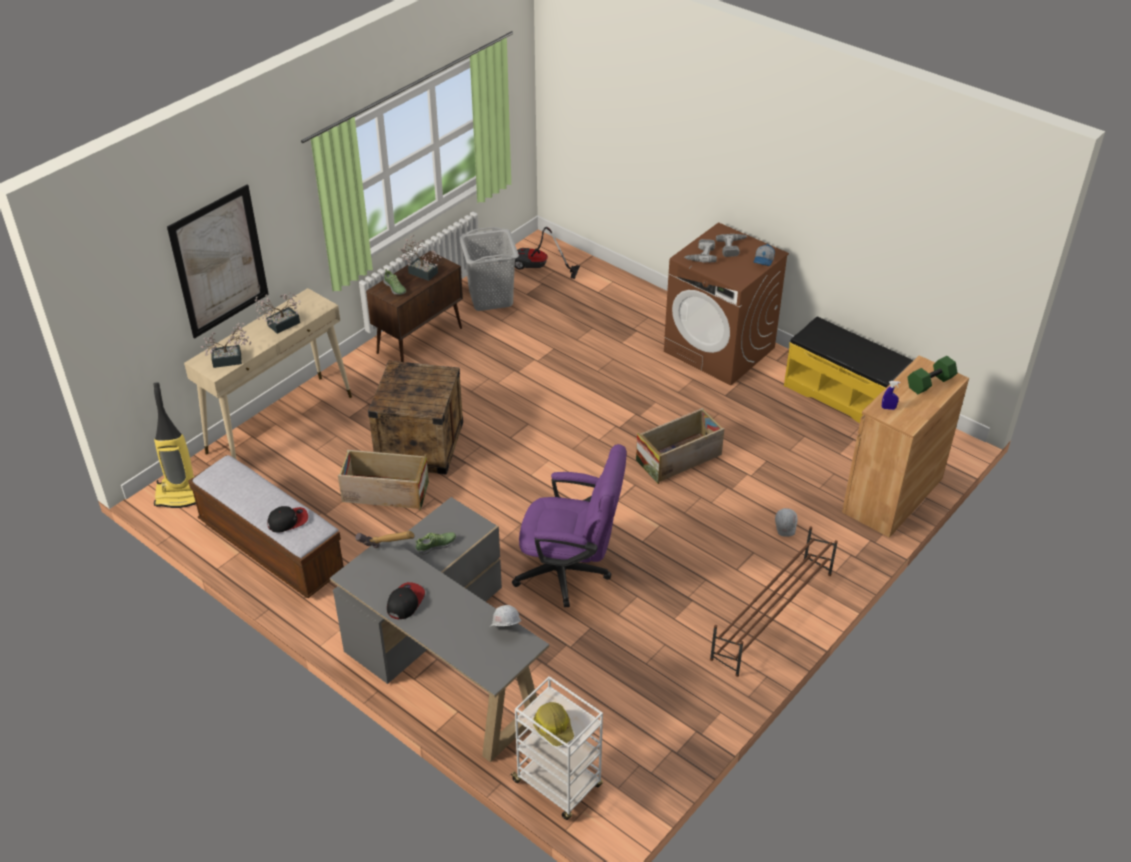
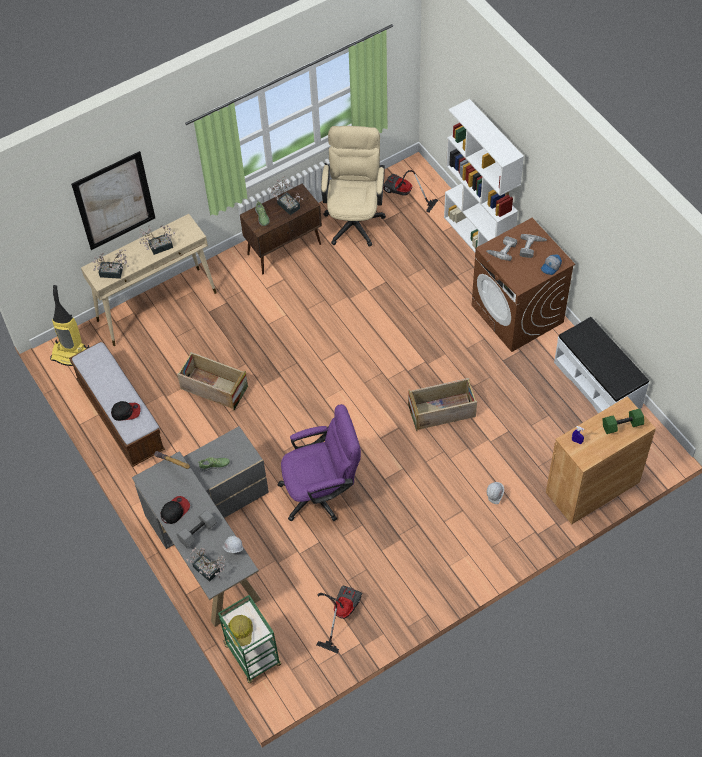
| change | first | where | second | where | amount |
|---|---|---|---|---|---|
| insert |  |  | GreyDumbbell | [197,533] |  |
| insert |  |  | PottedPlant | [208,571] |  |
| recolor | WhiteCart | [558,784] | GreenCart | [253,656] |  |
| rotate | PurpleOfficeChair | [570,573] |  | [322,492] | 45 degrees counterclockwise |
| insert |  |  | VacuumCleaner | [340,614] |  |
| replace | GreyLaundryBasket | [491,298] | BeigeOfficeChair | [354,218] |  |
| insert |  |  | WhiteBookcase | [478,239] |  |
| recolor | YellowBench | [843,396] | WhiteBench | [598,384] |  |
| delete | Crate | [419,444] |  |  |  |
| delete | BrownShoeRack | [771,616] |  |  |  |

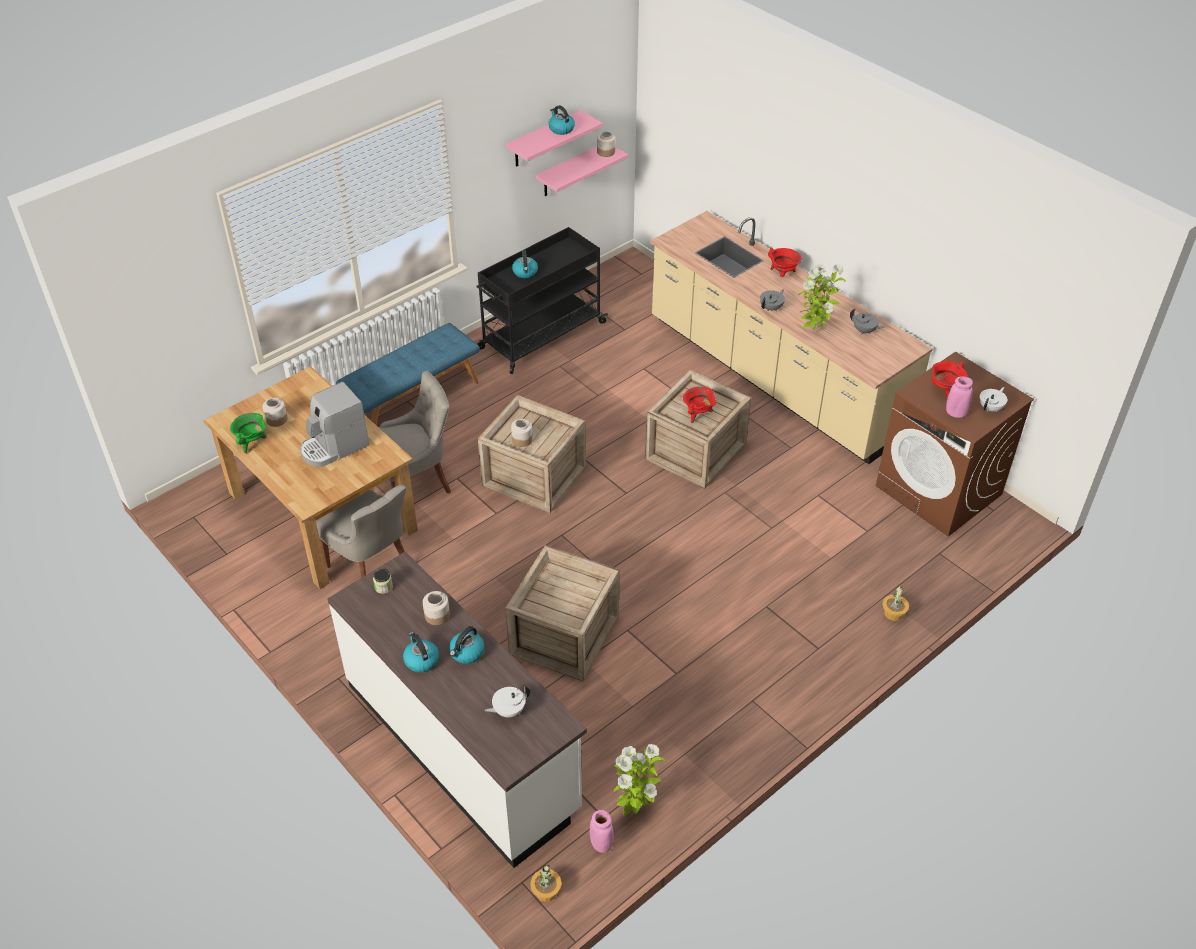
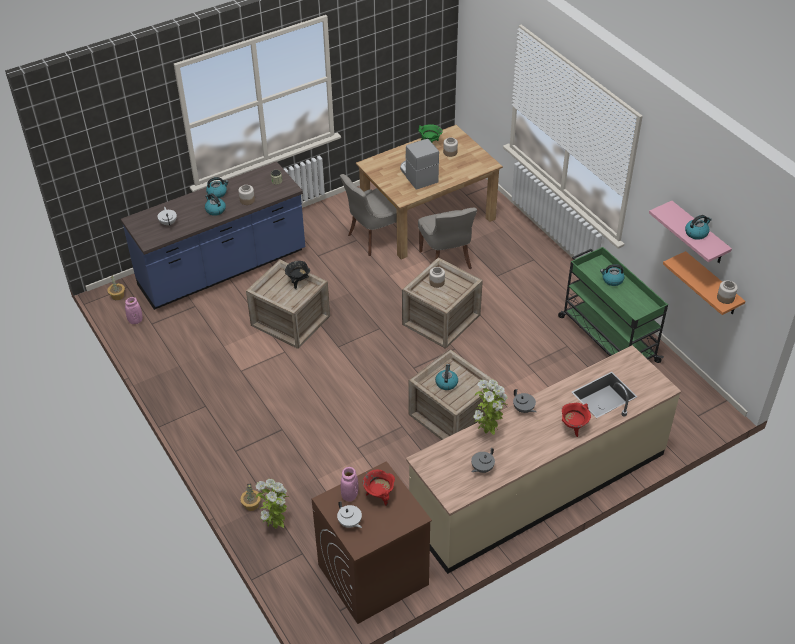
| change | first | where | second | where | amount |
|---|---|---|---|---|---|
| recolor | WhiteCounter | [462,746] | BlueCounter | [223,270] |  |
| move | PottedPlant | [634,808] |  | [275,526] |  |
| insert |  |  | BlackCookingPot | [298,282] |  |
| replace | RedCookingPot | [698,414] | Kettle | [446,383] |  |
| recolor | BlackCart | [541,336] | GreenCart | [607,338] |  |
| recolor | PinkShelf | [571,170] | OrangeShelf | [712,285] |  |
| delete | BlueBench | [413,399] |  |  |  |

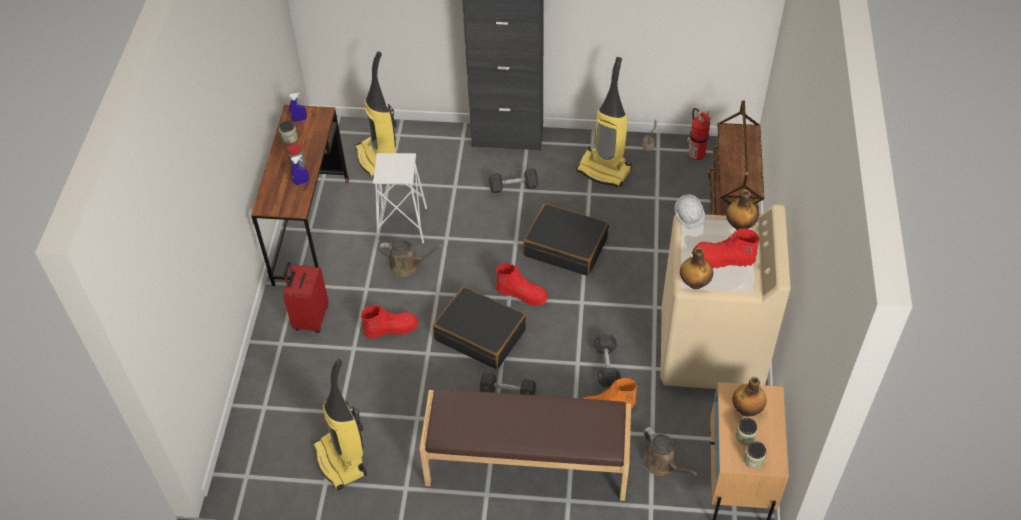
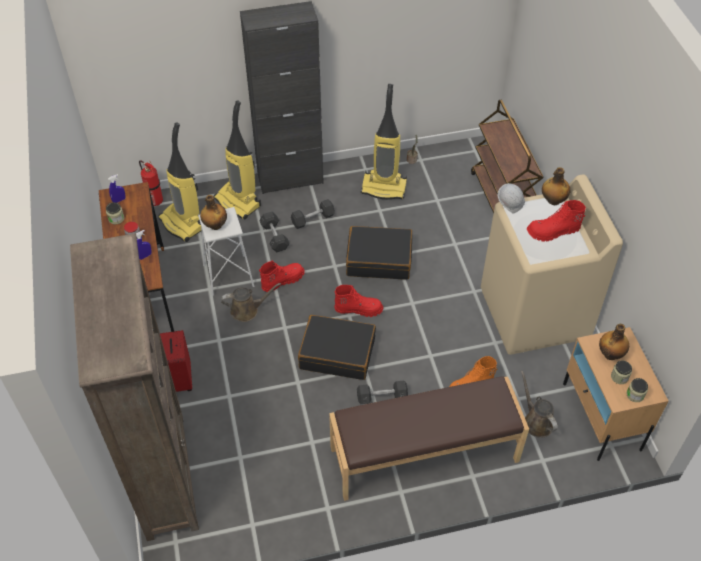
| change | first | where | second | where | amount |
|---|---|---|---|---|---|
| insert |  |  | BrownBookcase | [165,474] |  |
| move | FireExtinguisher | [695,154] |  | [154,201] |  |
| move | Bottle | [694,283] |  | [215,225] |  |
| move | VacuumCleaner | [342,460] |  | [239,202] |  |
| move | GreyDumbbell | [606,366] |  | [274,237] |  |
| move | RedBoot | [391,328] |  | [282,280] |  |
| rotate | BrownWateringCan | [662,463] |  | [536,421] | 150 degrees counterclockwise |

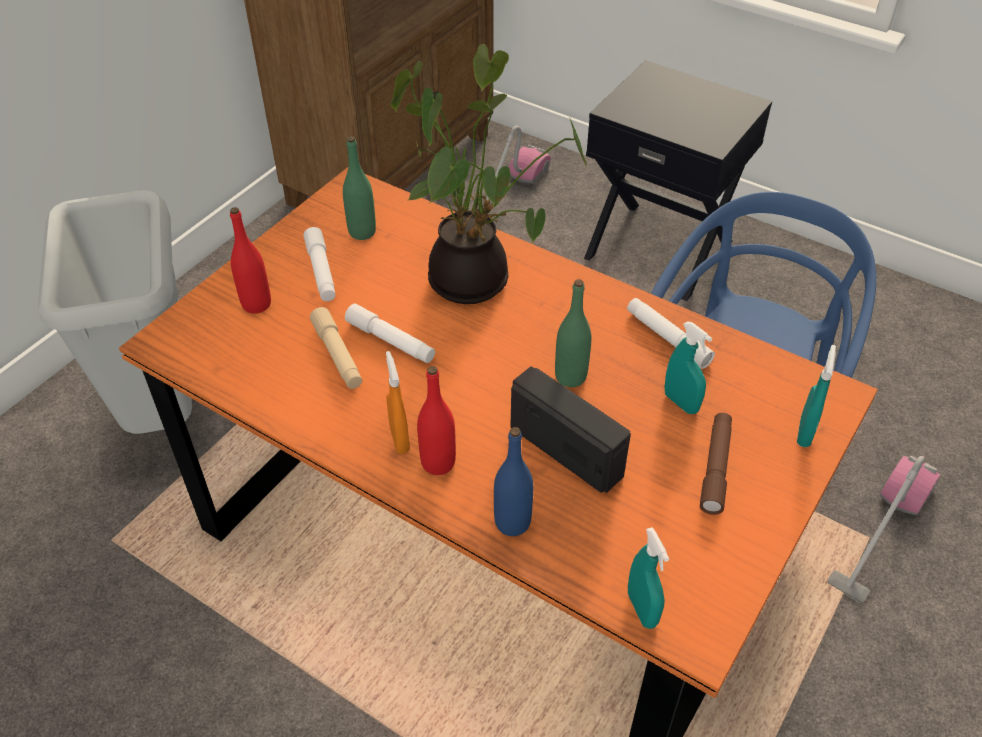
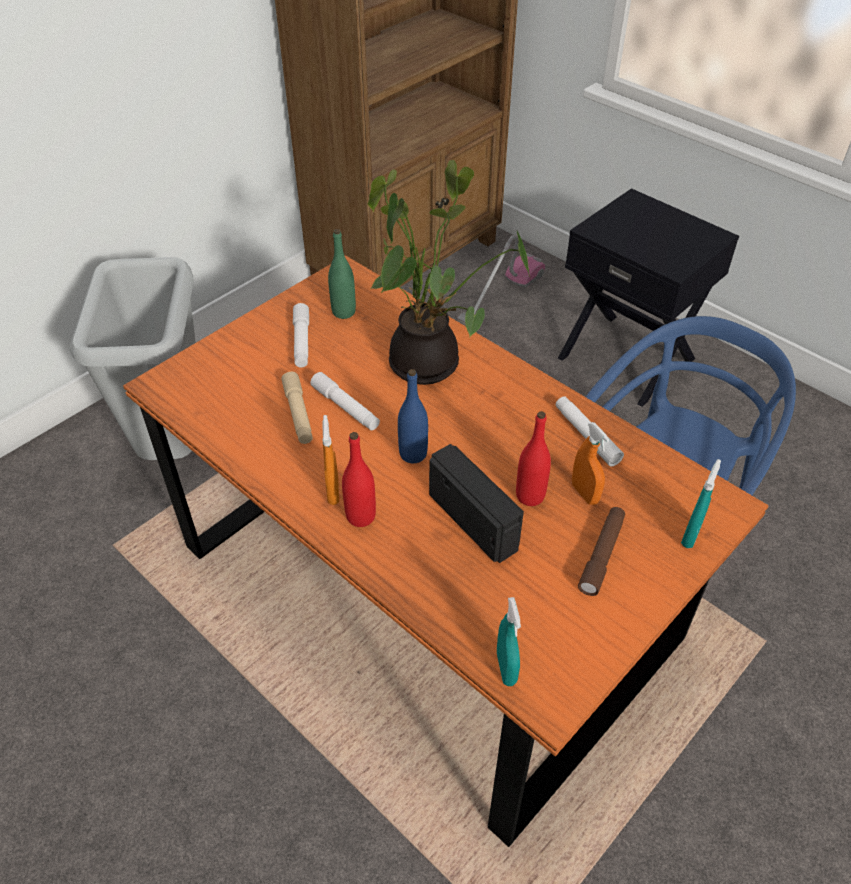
| change | first | where | second | where | amount |
|---|---|---|---|---|---|
| move | BlueBottle | [512,522] |  | [413,454] |  |
| move | RedBottle | [256,304] |  | [530,496] |  |
| recolor | TurquoiseSprayBottle | [681,403] | OrangeSprayBottle | [584,493] |  |
| delete | GreenBottle | [570,377] |  |  |  |
| delete | VacuumCleaner | [881,532] |  |  |  |

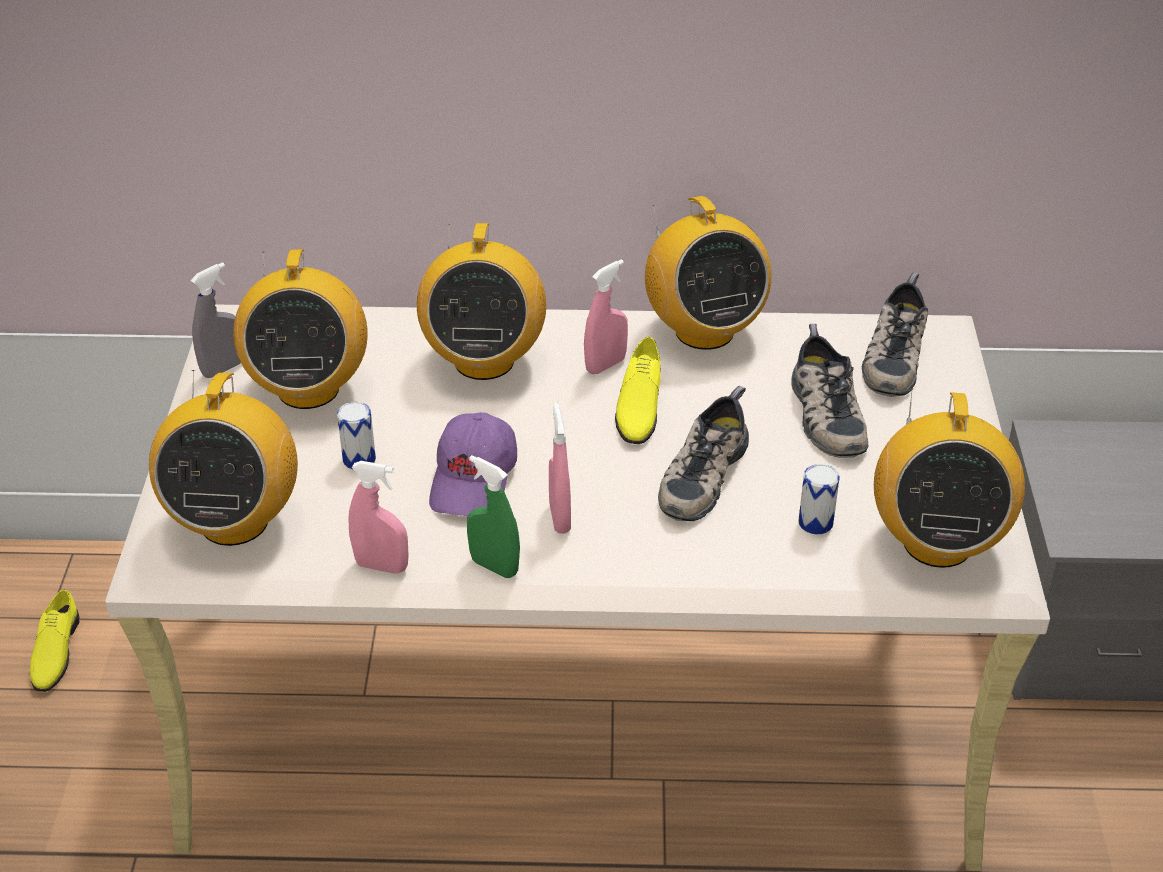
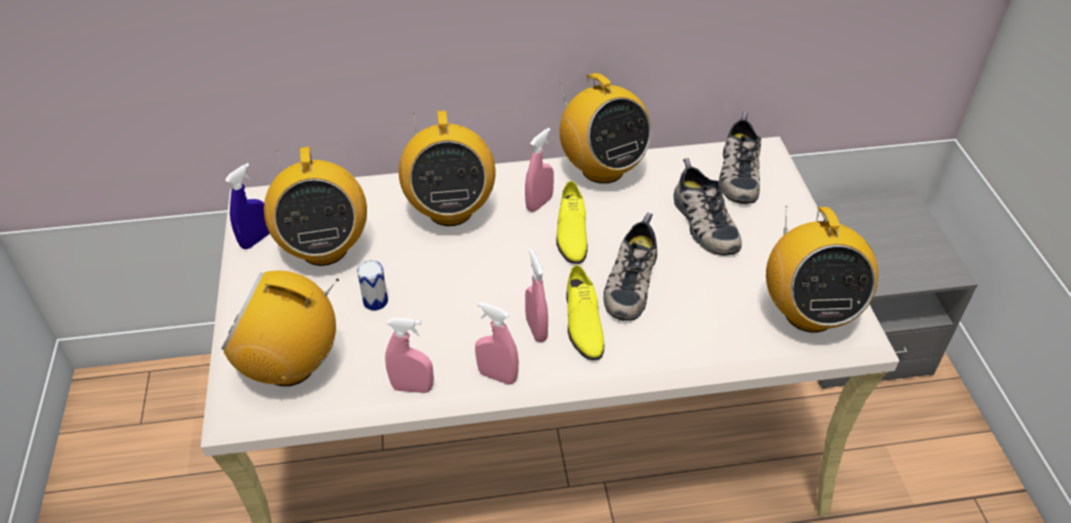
| change | first | where | second | where | amount |
|---|---|---|---|---|---|
| rotate | Radio | [234,521] |  | [290,365] | 105 degrees clockwise |
| recolor | GreySprayBottle | [223,368] | BlueSprayBottle | [255,240] |  |
| recolor | GreenSprayBottle | [494,566] | PinkSprayBottle | [497,376] |  |
| move | YellowShoe | [55,651] |  | [582,322] |  |
| delete | PurpleCap | [474,480] |  |  |  |
| delete | Can | [815,523] |  |  |  |

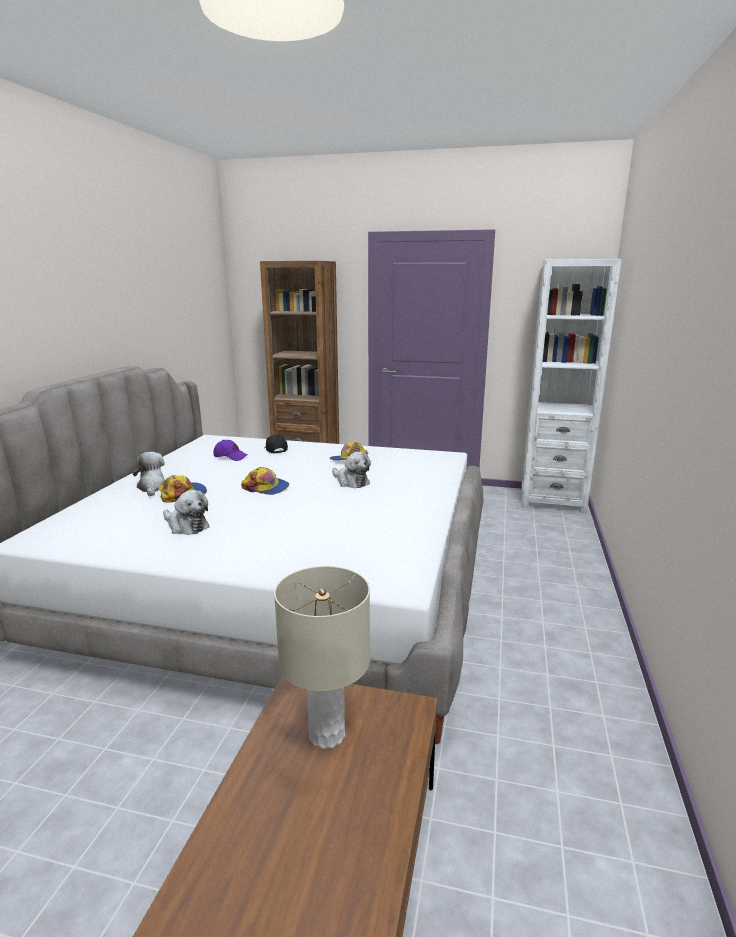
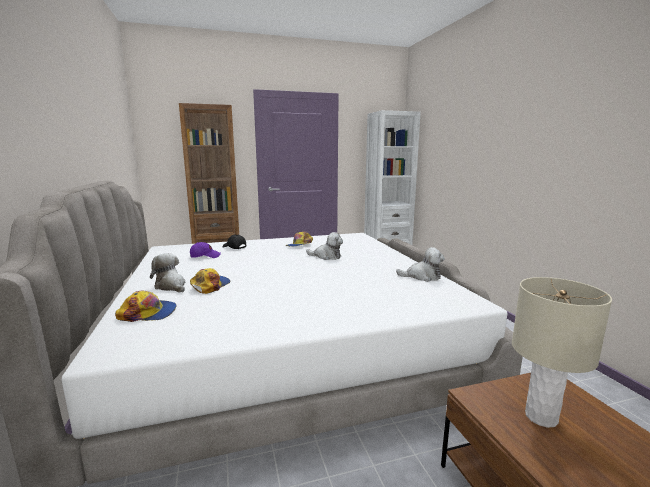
| change | first | where | second | where | amount |
|---|---|---|---|---|---|
| move | Cap | [266,488] |  | [148,313] |  |
| move | PlushToy | [186,526] |  | [422,276] |  |

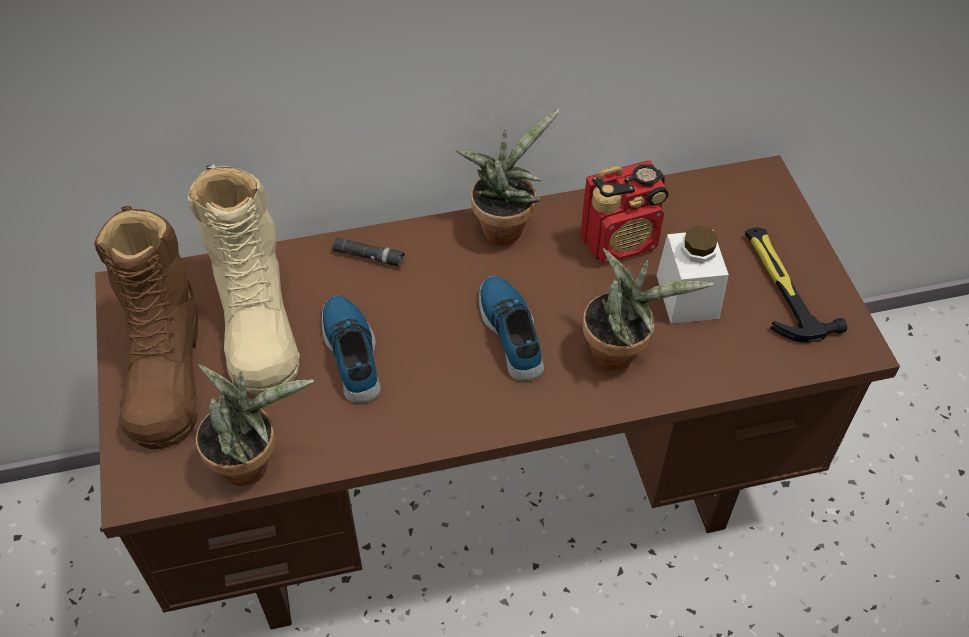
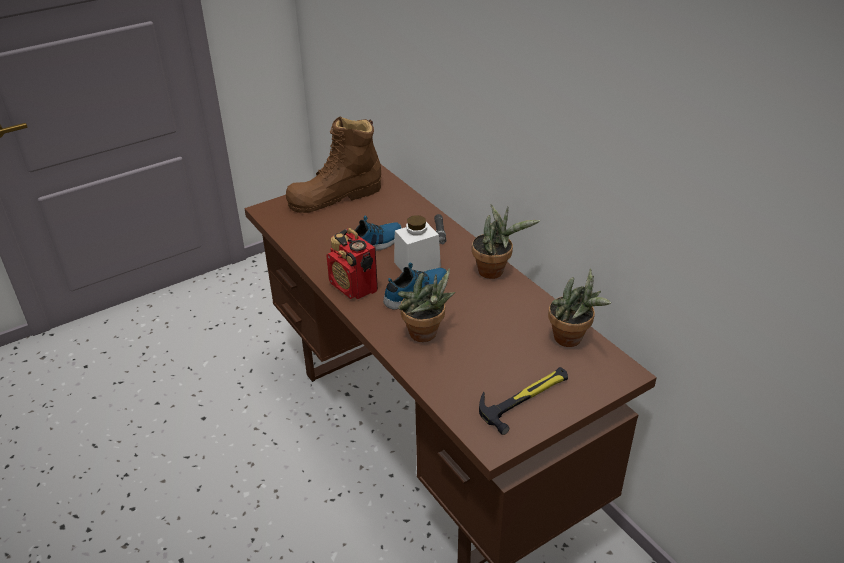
| change | first | where | second | where | amount |
|---|---|---|---|---|---|
| move | Radio | [620,242] |  | [354,287] |  |
| move | WhiteJar | [687,296] |  | [417,264] |  |
| move | PottedPlant | [252,462] |  | [572,340] |  |
| delete | BeigeBoot | [256,320] |  |  |  |

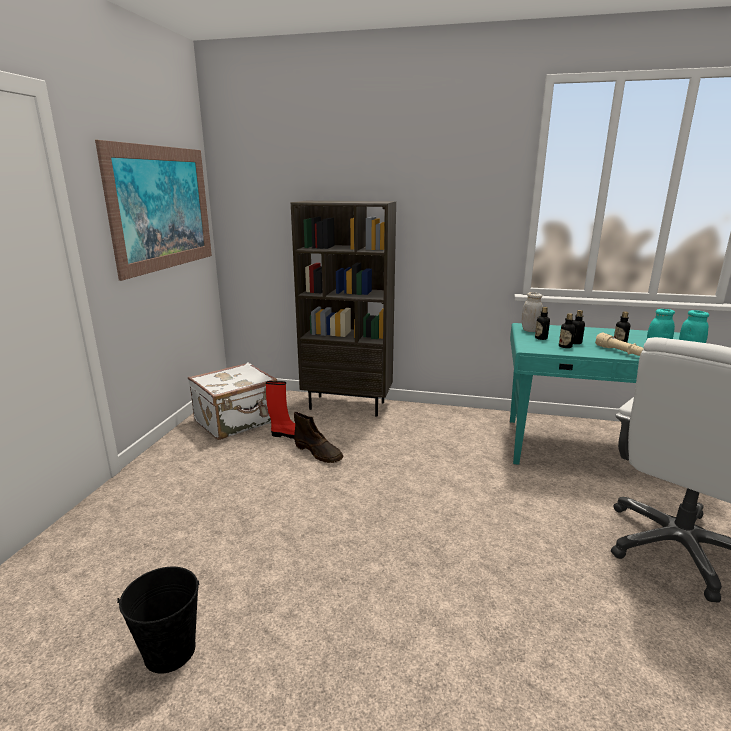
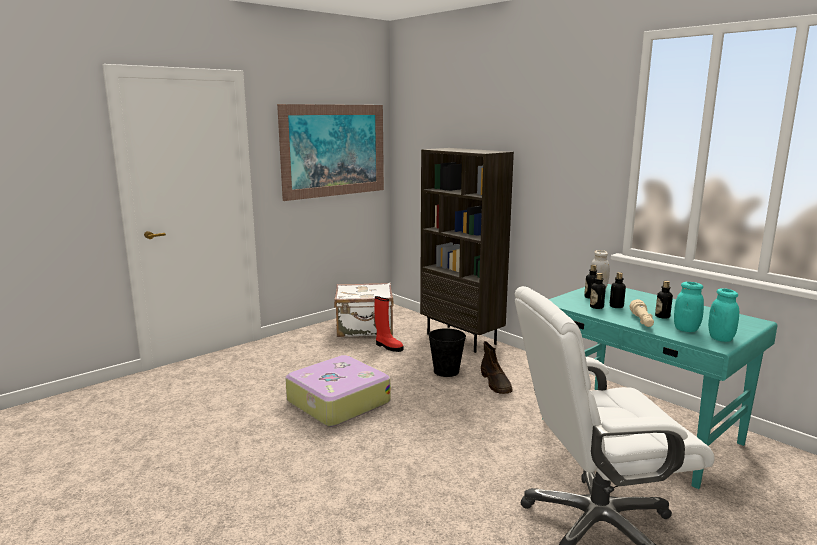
| change | first | where | second | where | amount |
|---|---|---|---|---|---|
| insert |  |  | Suitcase | [337,402] |  |
| move | BlackBucket | [169,651] |  | [446,371] |  |
| move | BrownBoot | [318,453] |  | [496,383] |  |

